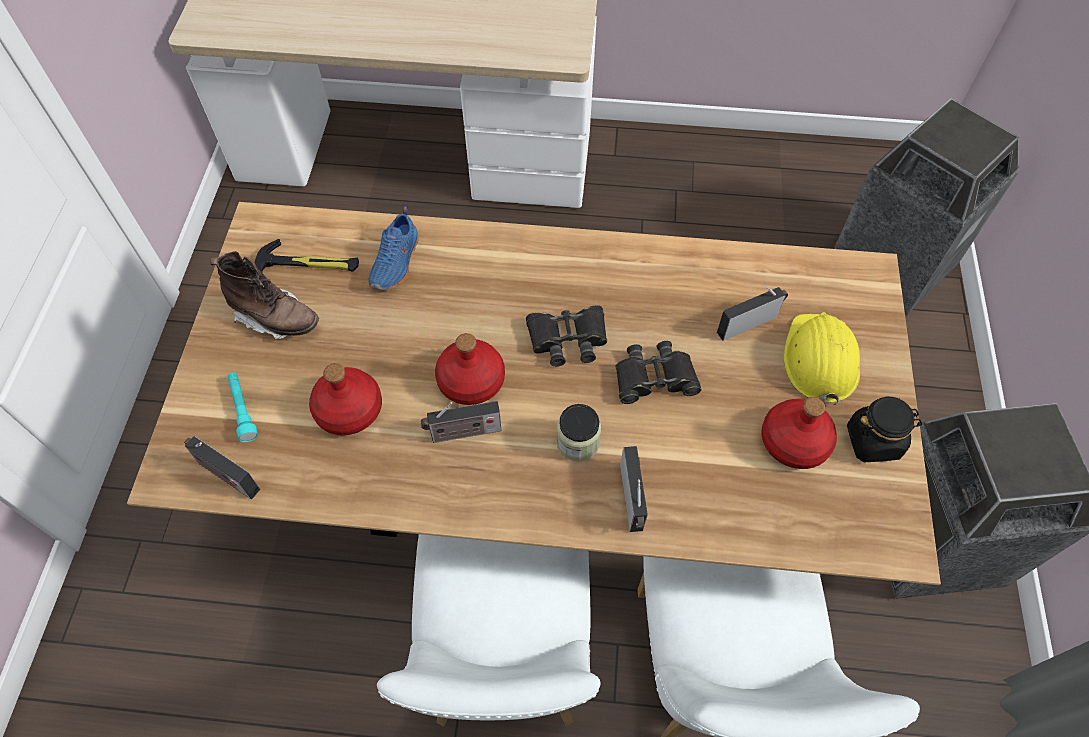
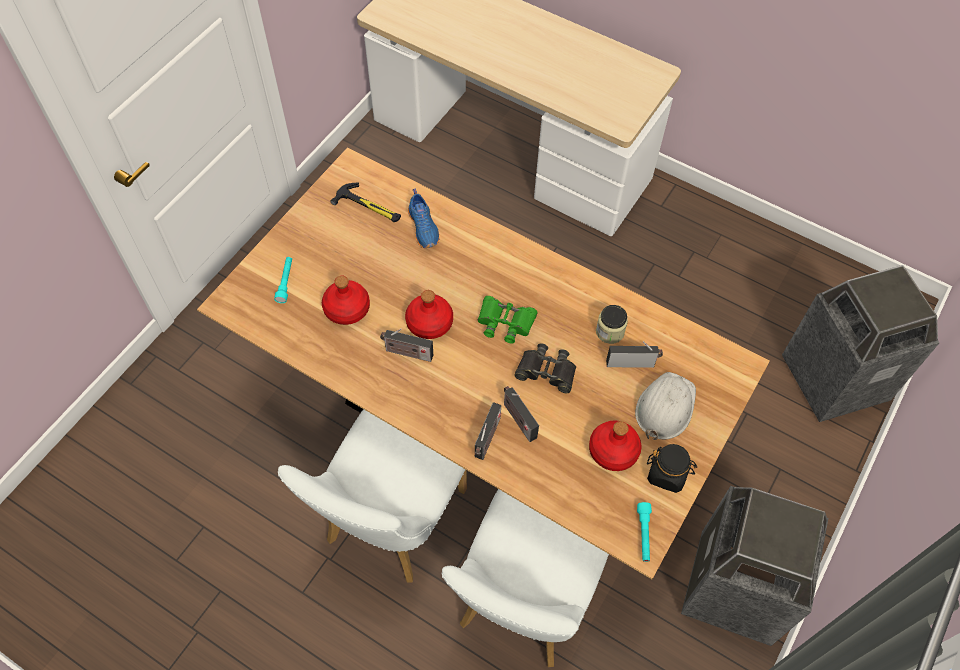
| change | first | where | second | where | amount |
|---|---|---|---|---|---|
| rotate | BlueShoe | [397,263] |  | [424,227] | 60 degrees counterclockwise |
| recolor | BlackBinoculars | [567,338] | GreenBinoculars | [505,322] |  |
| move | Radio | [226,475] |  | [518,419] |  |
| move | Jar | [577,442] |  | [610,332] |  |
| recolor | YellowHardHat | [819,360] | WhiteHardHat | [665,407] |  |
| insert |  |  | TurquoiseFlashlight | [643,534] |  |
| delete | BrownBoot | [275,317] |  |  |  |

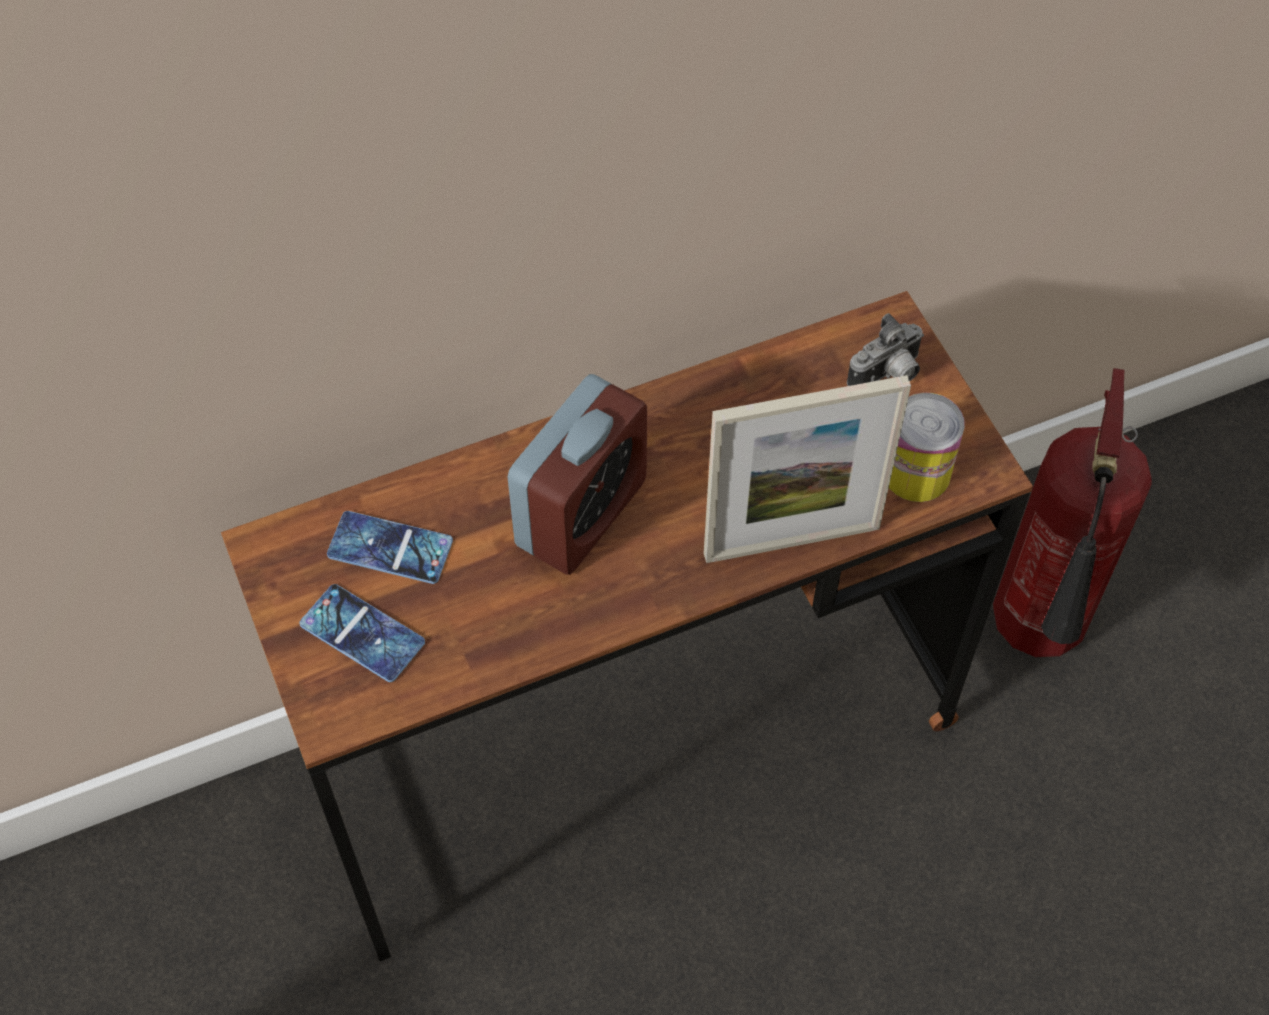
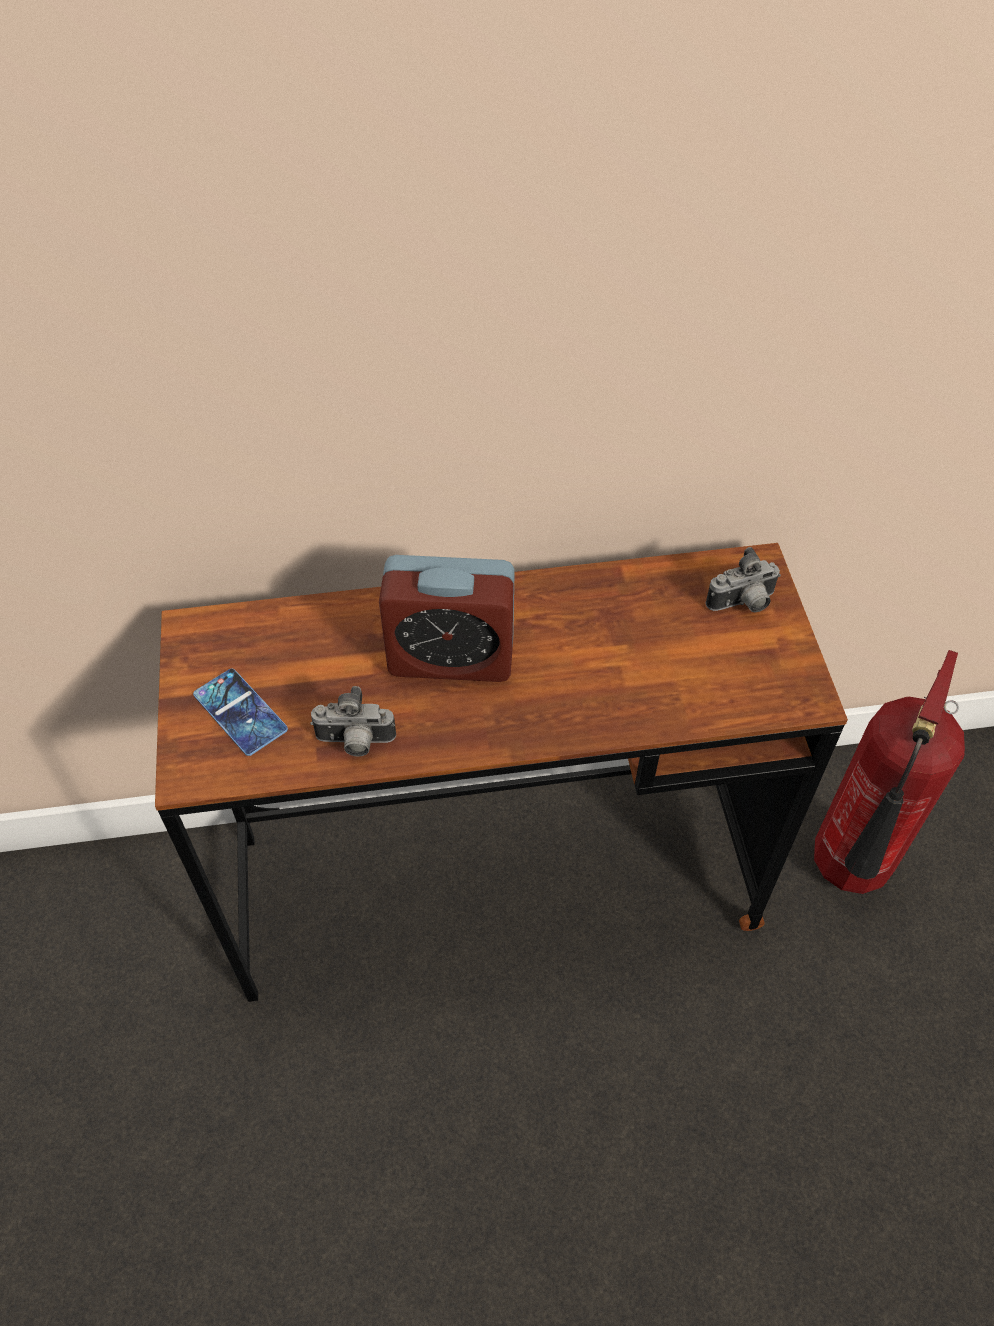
| change | first | where | second | where | amount |
|---|---|---|---|---|---|
| insert |  |  | PhotoCamera | [355,743] |  |
| rotate | AlarmClock | [581,513] |  | [451,658] | 45 degrees clockwise |
| delete | Phone | [390,548] |  |  |  |
| delete | PictureFrame | [791,541] |  |  |  |
| delete | Can | [916,473] |  |  |  |

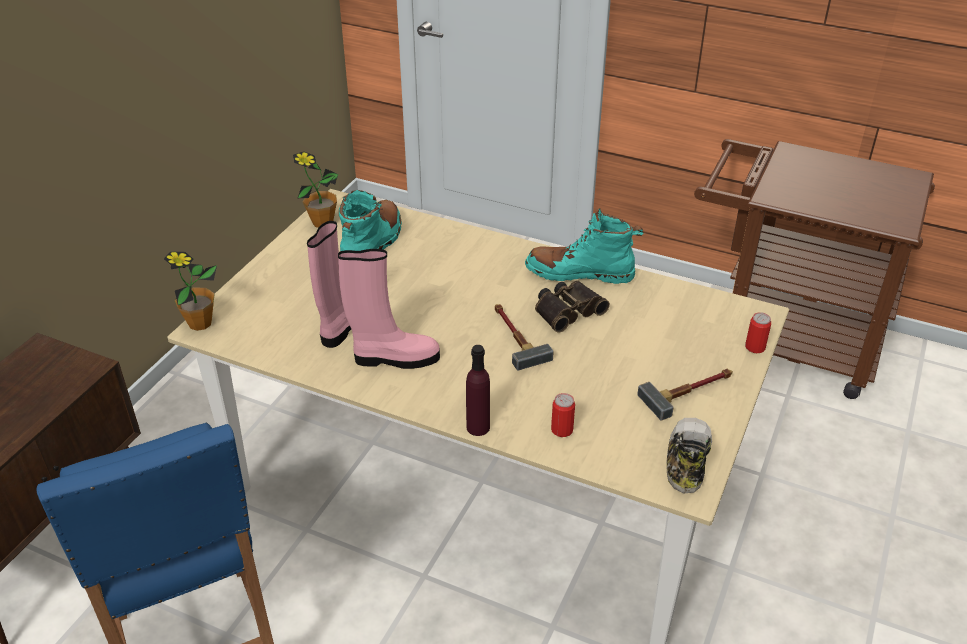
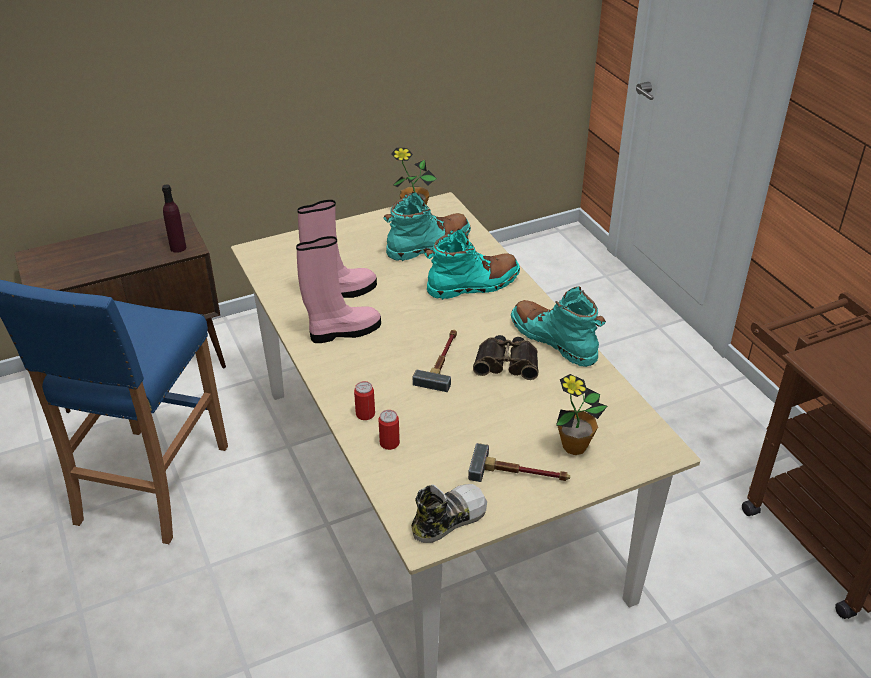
| change | first | where | second | where | amount |
|---|---|---|---|---|---|
| move | PurpleBottle | [478,427] |  | [178,248] |  |
| rotate | PinkBoot | [394,358] |  | [343,331] | 60 degrees counterclockwise |
| move | Can | [755,347] |  | [365,414] |  |
| insert |  |  | TurquoiseBoot | [473,284] |  |
| move | PottedPlant | [200,323] |  | [574,446] |  |

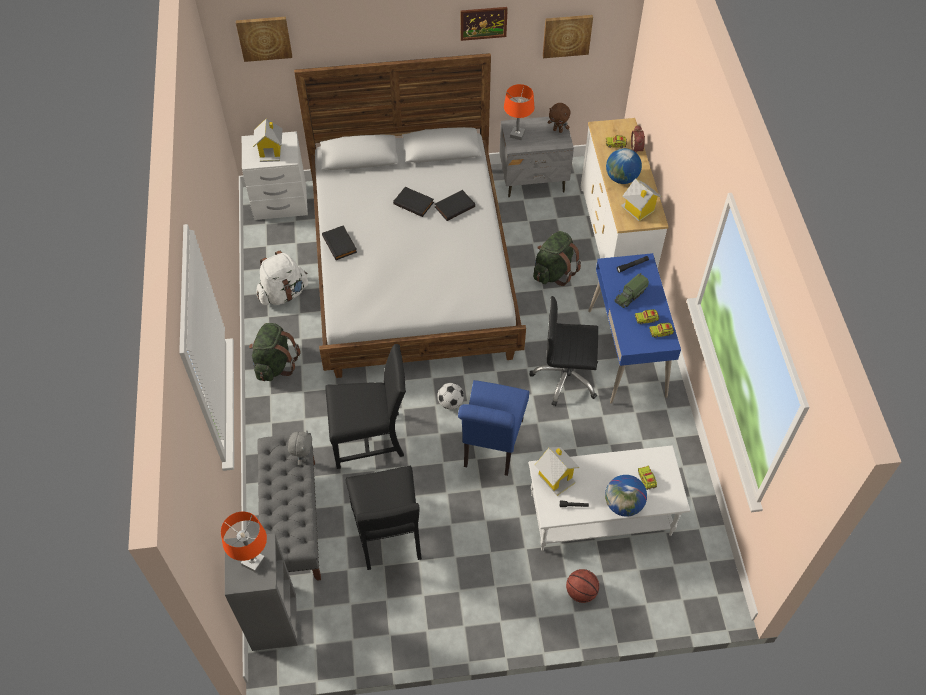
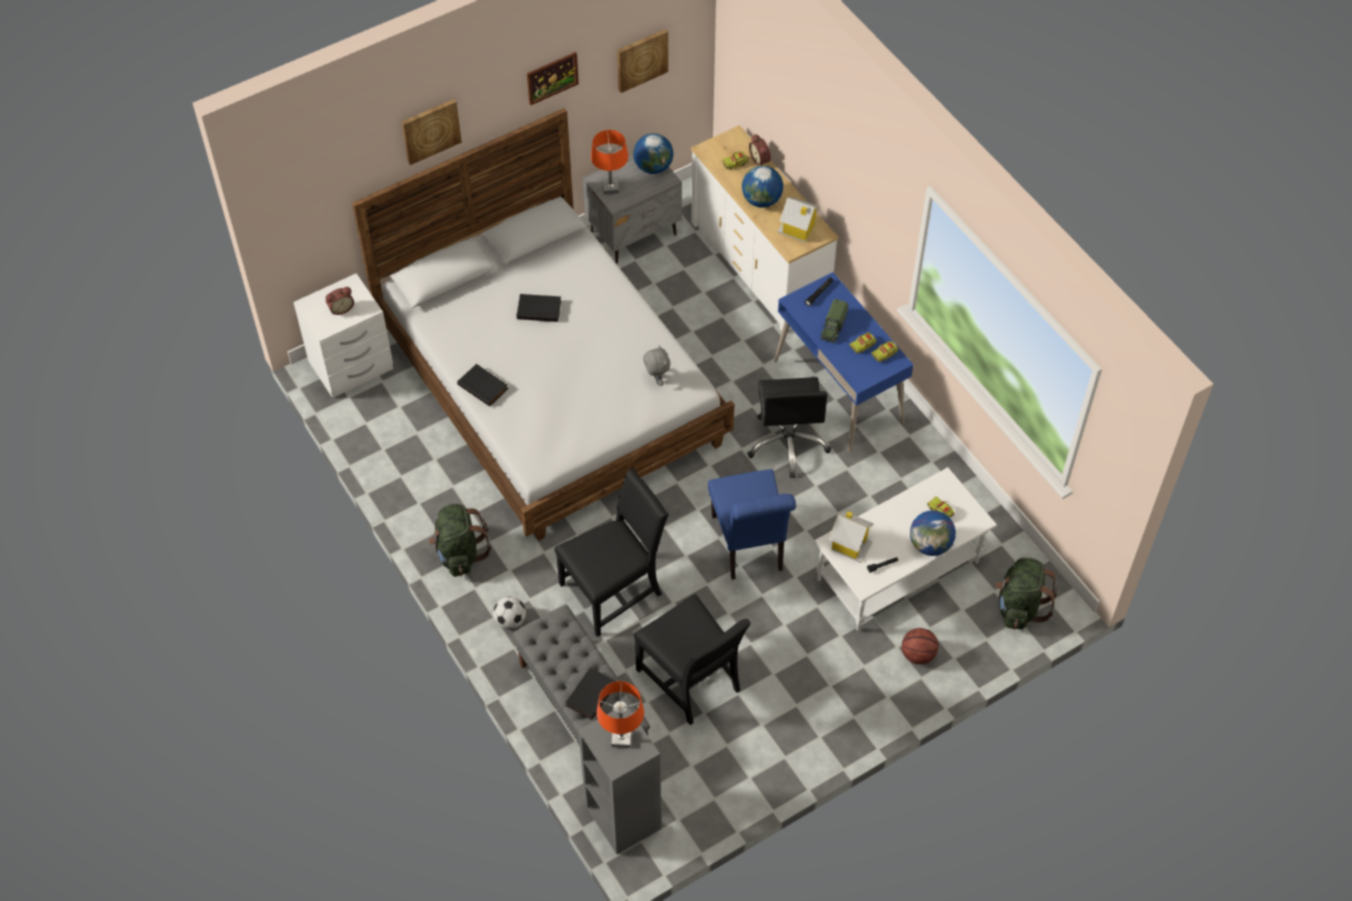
| change | first | where | second | where | amount |
|---|---|---|---|---|---|
| replace | ToyHouse | [271,151] | AlarmClock | [341,308] |  |
| move | Picture | [264,38] |  | [430,130] |  |
| move | Football | [450,403] |  | [510,621] |  |
| move | BlackBook | [454,206] |  | [590,694] |  |
| replace | BrownPlushToy | [558,130] | Globe | [653,167] |  |
| move | GreyPlushToy | [303,457] |  | [656,379] |  |
| rotate | BlackOfficeChair | [566,377] |  | [788,443] | 75 degrees counterclockwise |
| move | GreenBackpack | [553,272] |  | [1019,607] |  |
| delete | WhiteBackpack | [283,293] |  |  |  |

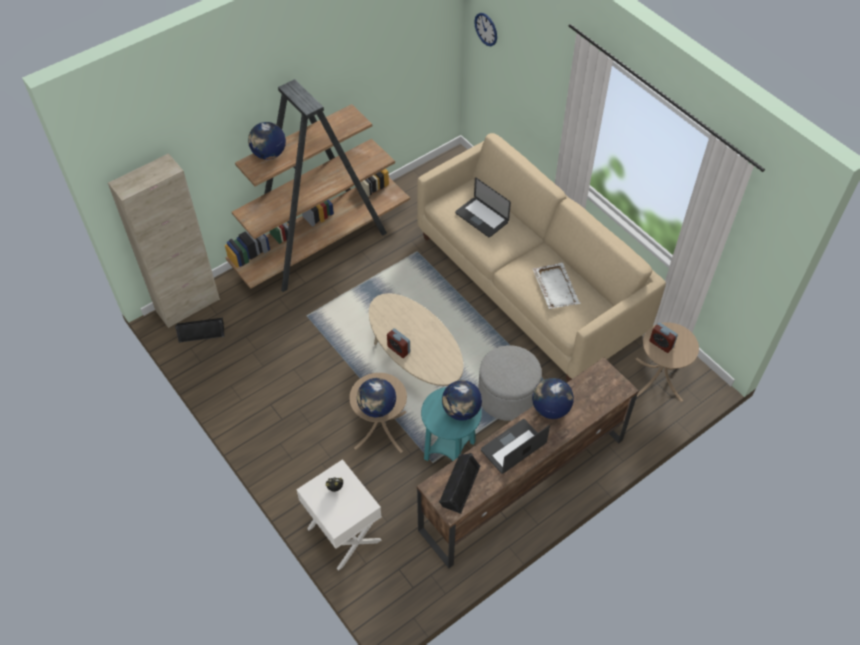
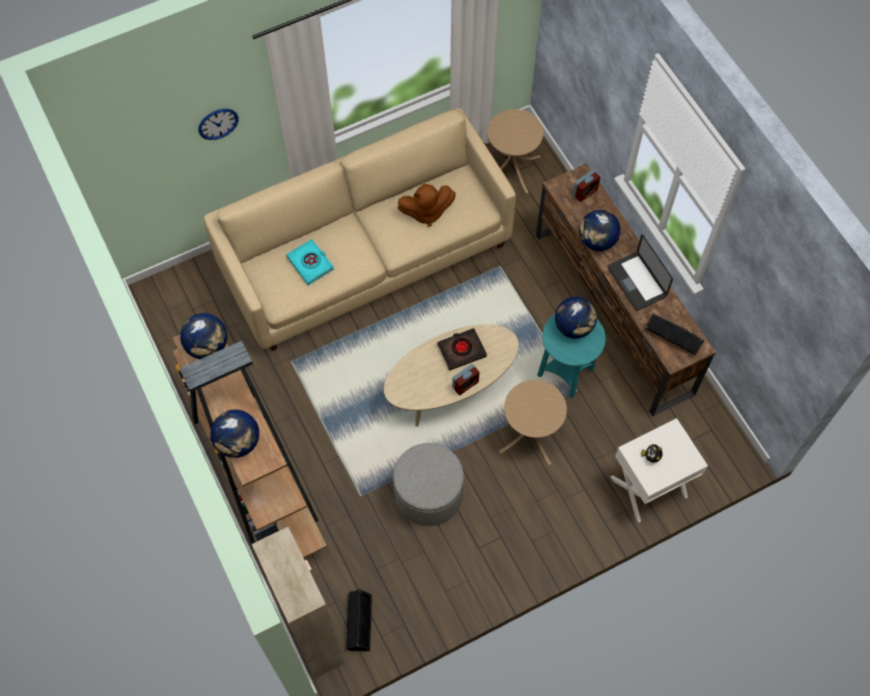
| change | first | where | second | where | amount |
|---|---|---|---|---|---|
| move | Globe | [377,408] |  | [208,346] |  |
| move | WallClock | [486,29] |  | [218,123] |  |
| replace | Laptop | [481,218] | TurquoiseBook | [310,263] |  |
| move | GreyOttoman | [507,396] |  | [428,494] |  |
| replace | WhiteTray | [555,287] | BrownPlushToy | [426,212] |  |
| insert |  |  | BlackBook | [461,350] |  |
| move | AlarmClock | [661,344] |  | [585,192] |  |

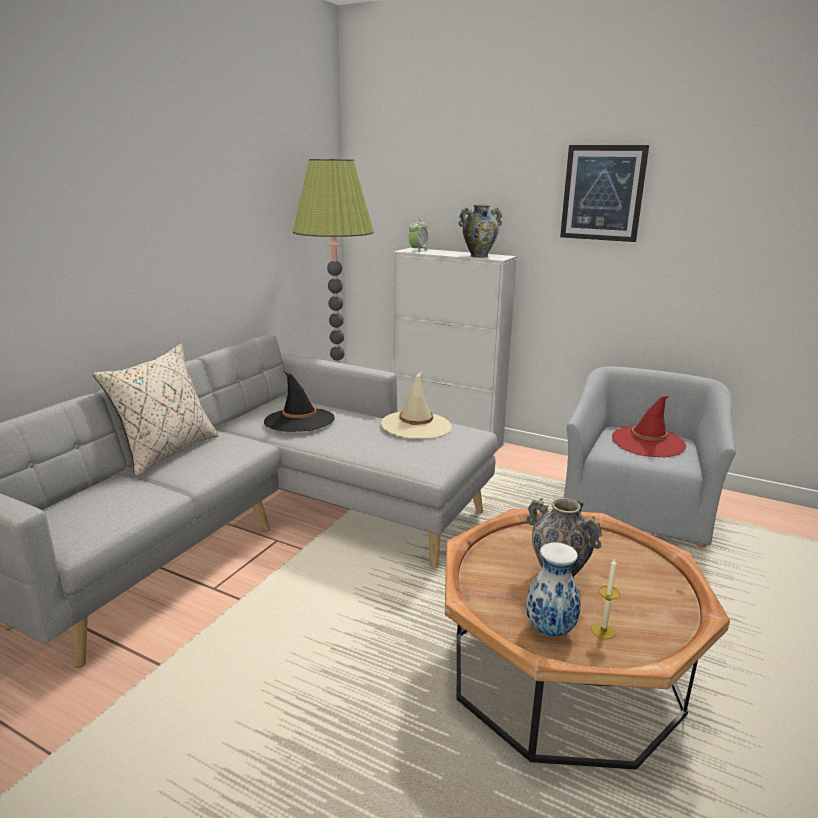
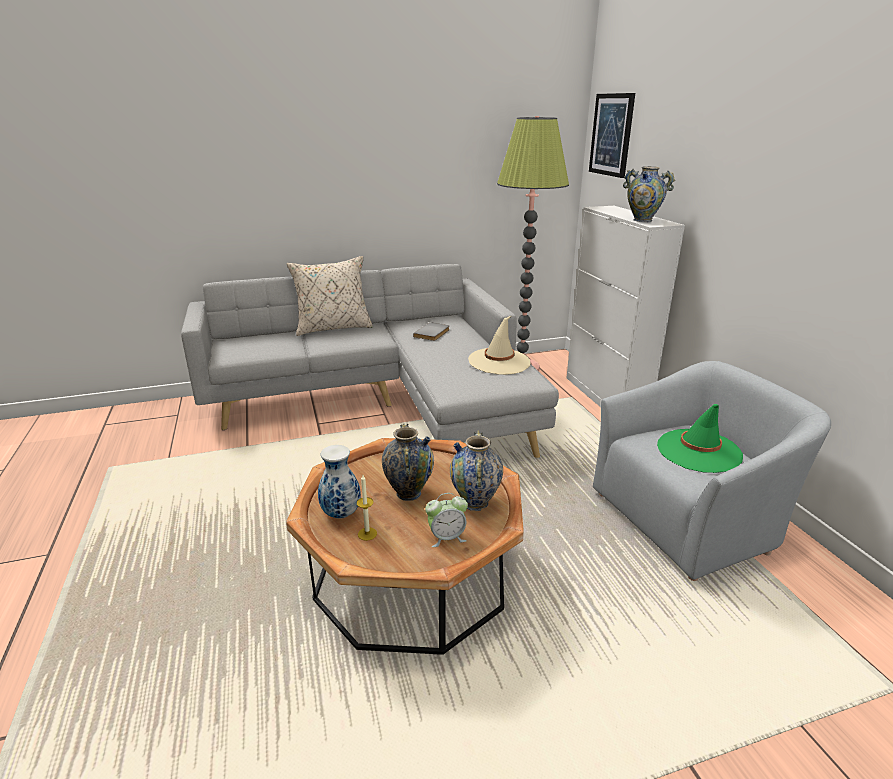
| change | first | where | second | where | amount |
|---|---|---|---|---|---|
| replace | BlackHat | [299,420] | GreyBook | [433,333] |  |
| move | AlarmClock | [418,250] |  | [446,537] |  |
| insert |  |  | Vase | [475,503] |  |
| move | Picture | [603,193] |  | [611,135] |  |
| recolor | RedHat | [648,442] | GreenHat | [698,451] |  |

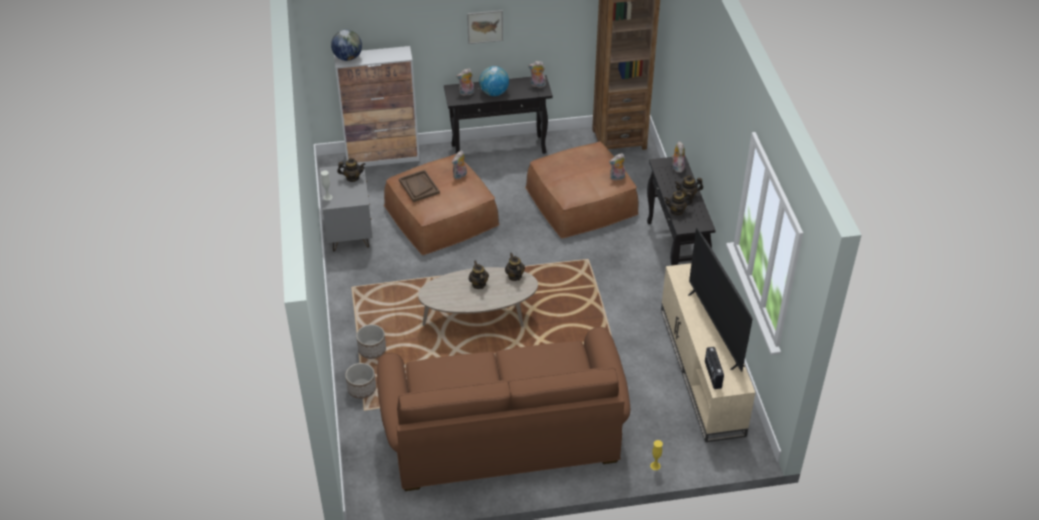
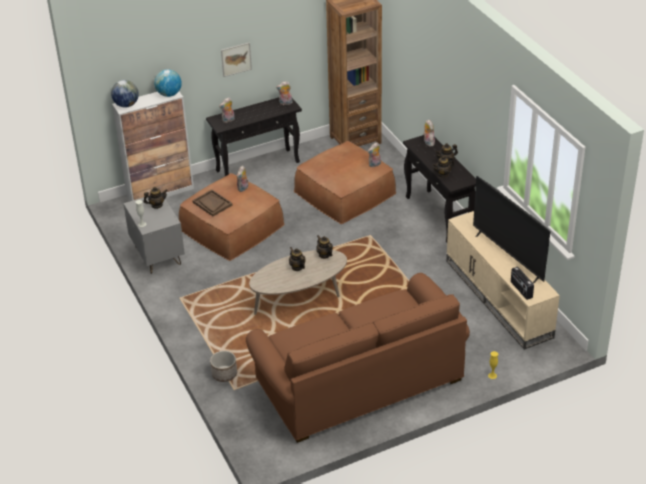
| change | first | where | second | where | amount |
|---|---|---|---|---|---|
| move | Globe | [494,93] |  | [169,94] |  |
| delete | Planter | [372,350] |  |  |  |

